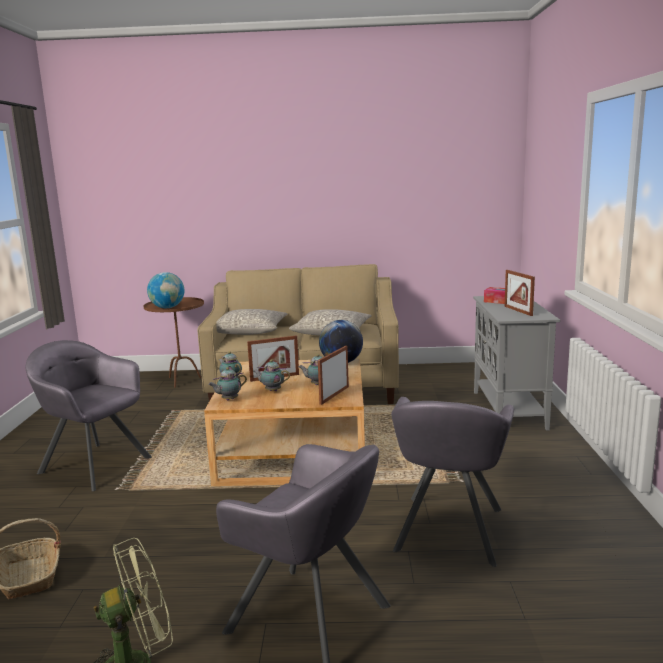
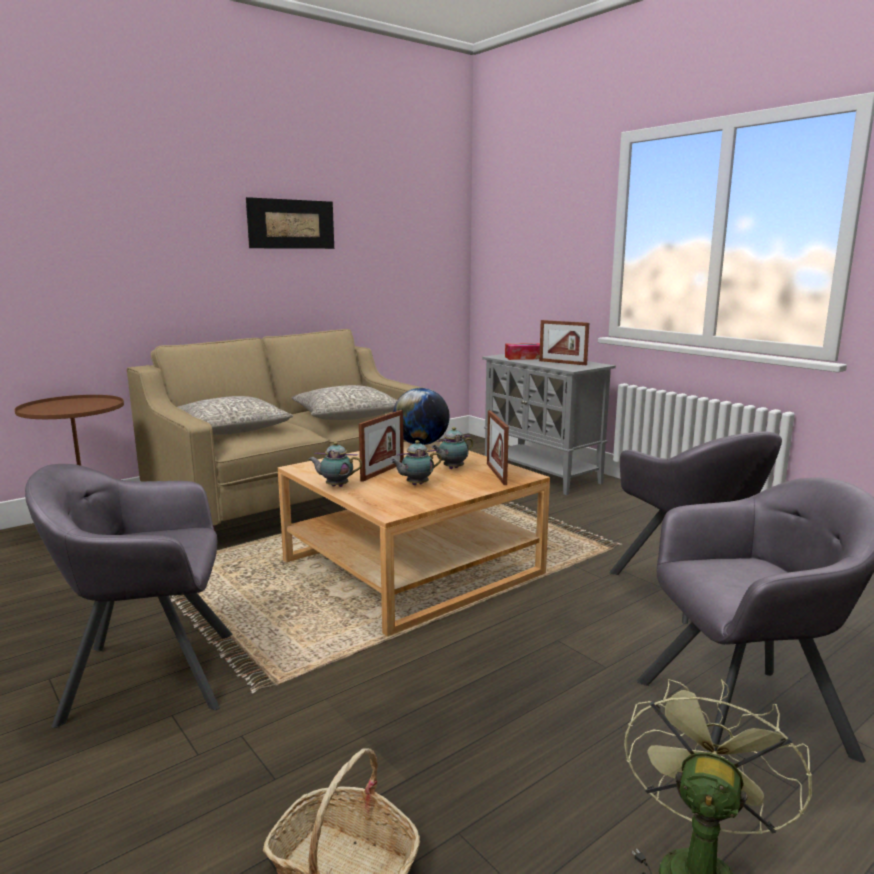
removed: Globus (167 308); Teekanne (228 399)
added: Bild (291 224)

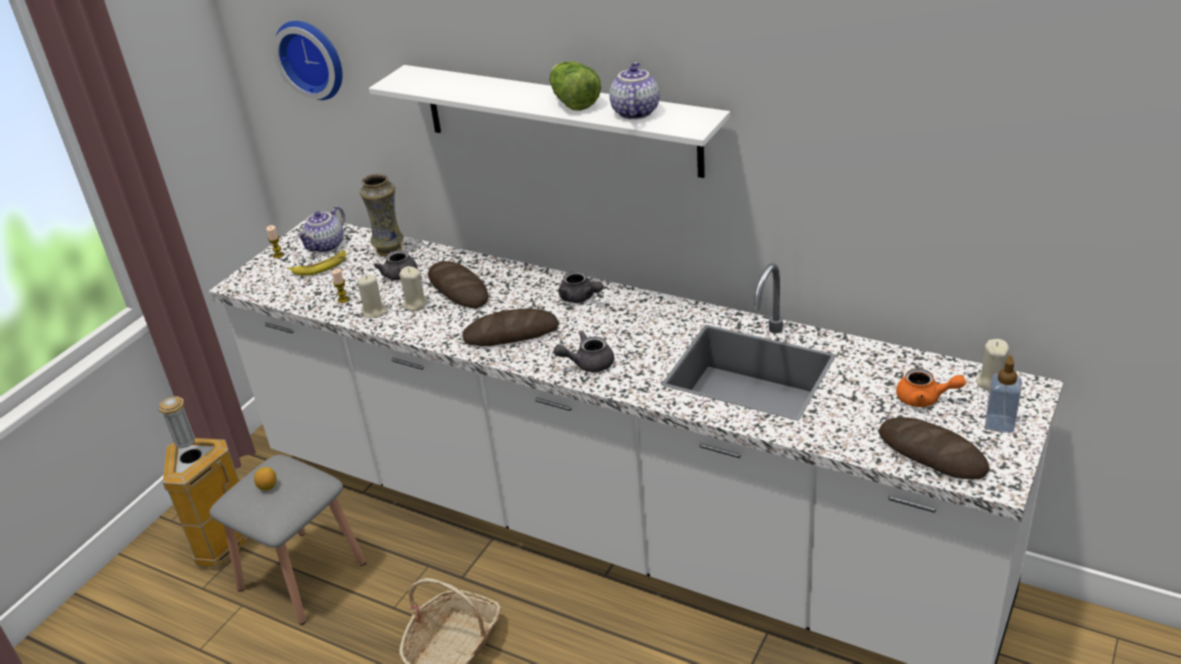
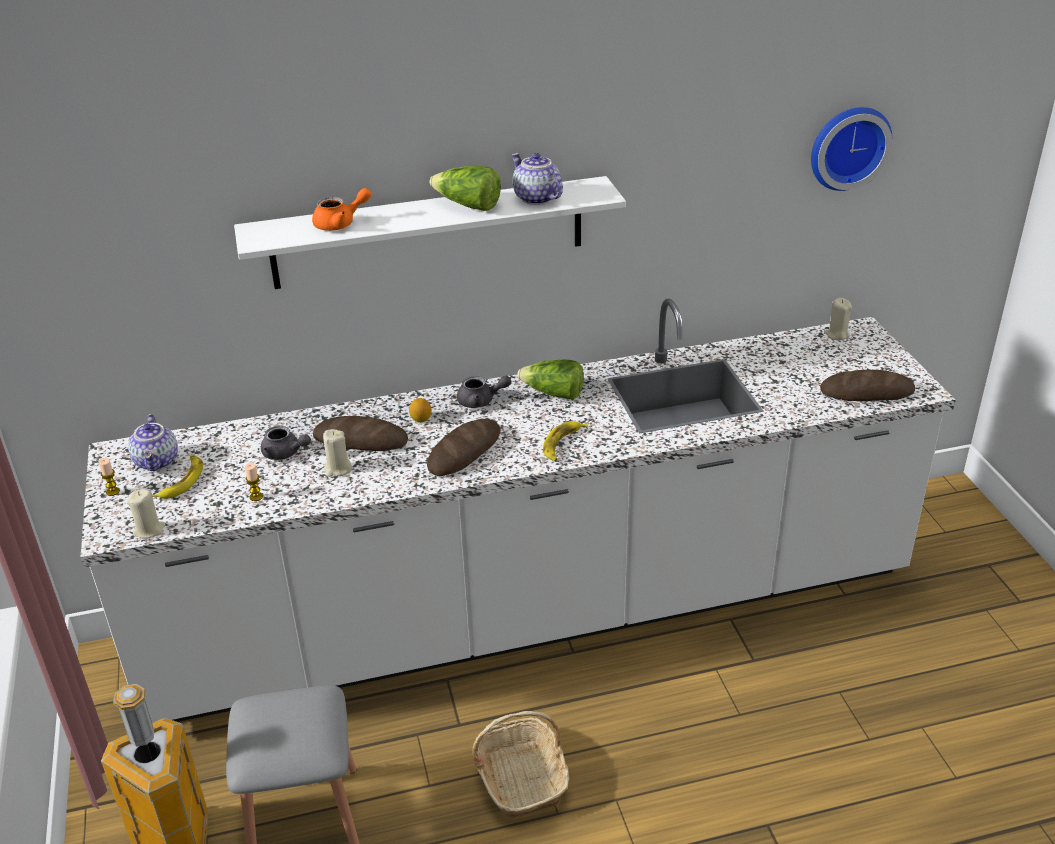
removed: Vase (390 249); Seifenspender (999 423)
added: Salatkopf (553 394)
moved: Zitrone (268 487) to (421 419); Wanduhr (313 58) to (847 146); Kerze/beige (374 311) to (149 530); Teekanne/orange (924 399) to (340 224)
replaced: Teekanne/grau (588 363) to Banane (562 444)

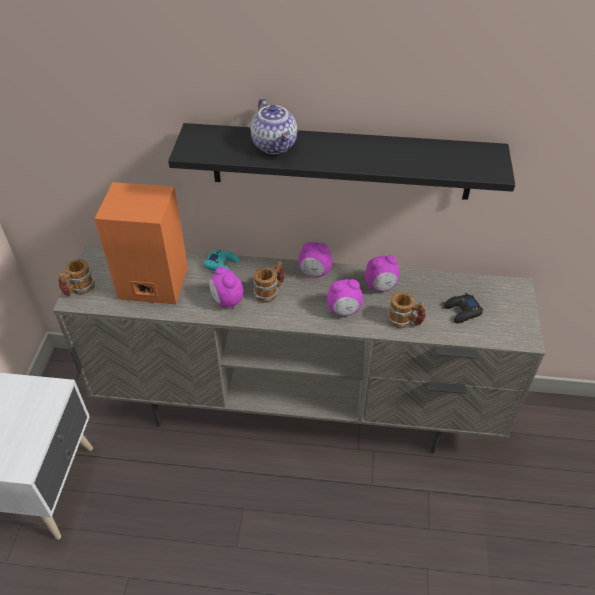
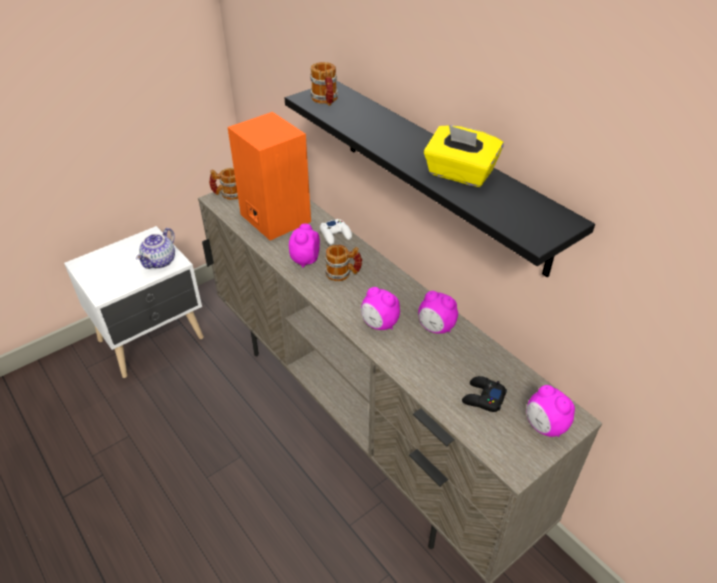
added: Taschentuchbox/gelb (459 174)
moved: Teekanne (275 145) to (160 262); Wecker (314 273) to (544 427); Henkelbecher (404 321) to (326 100)
recoloured: Gamepad/türkis (222 265) to Gamepad/weiß (335 235)

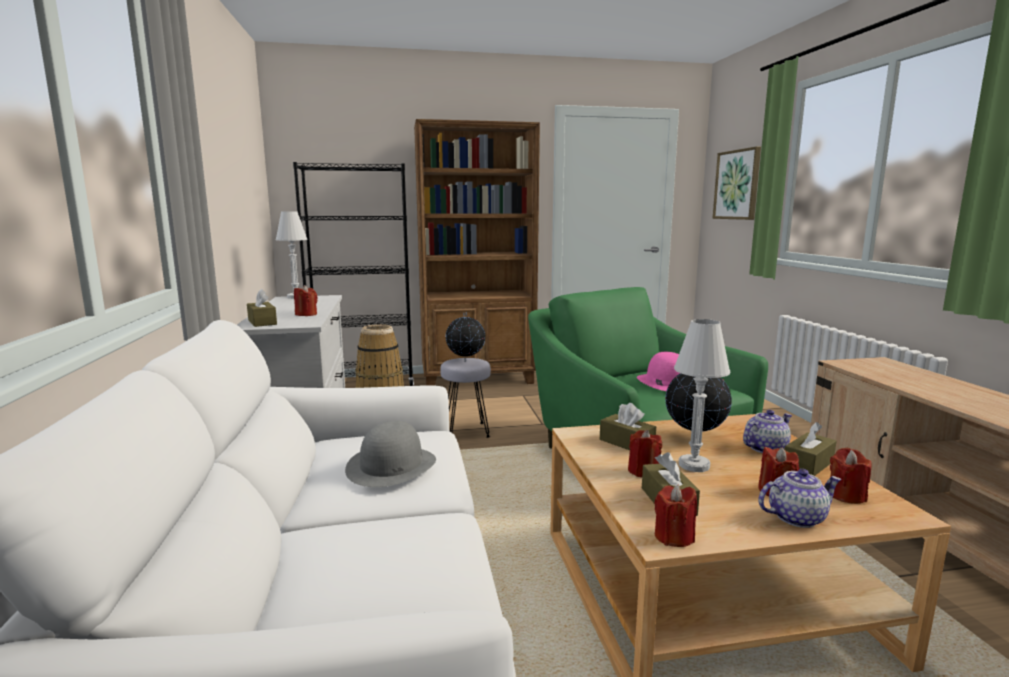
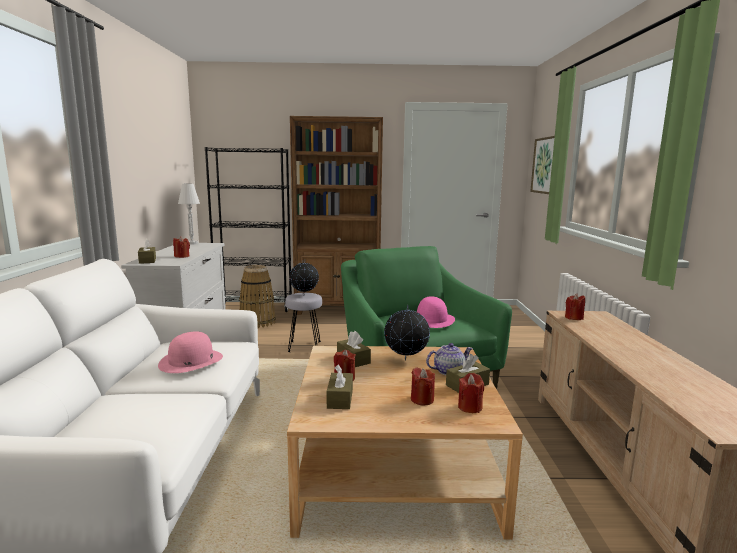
removed: Tischlampe/weiß (694 465); Teekanne (796 517)
moved: Kerze/rot (674 537) to (574 318)
recoloured: Hut/grau (391 466) to Hut/rosa (191 361)

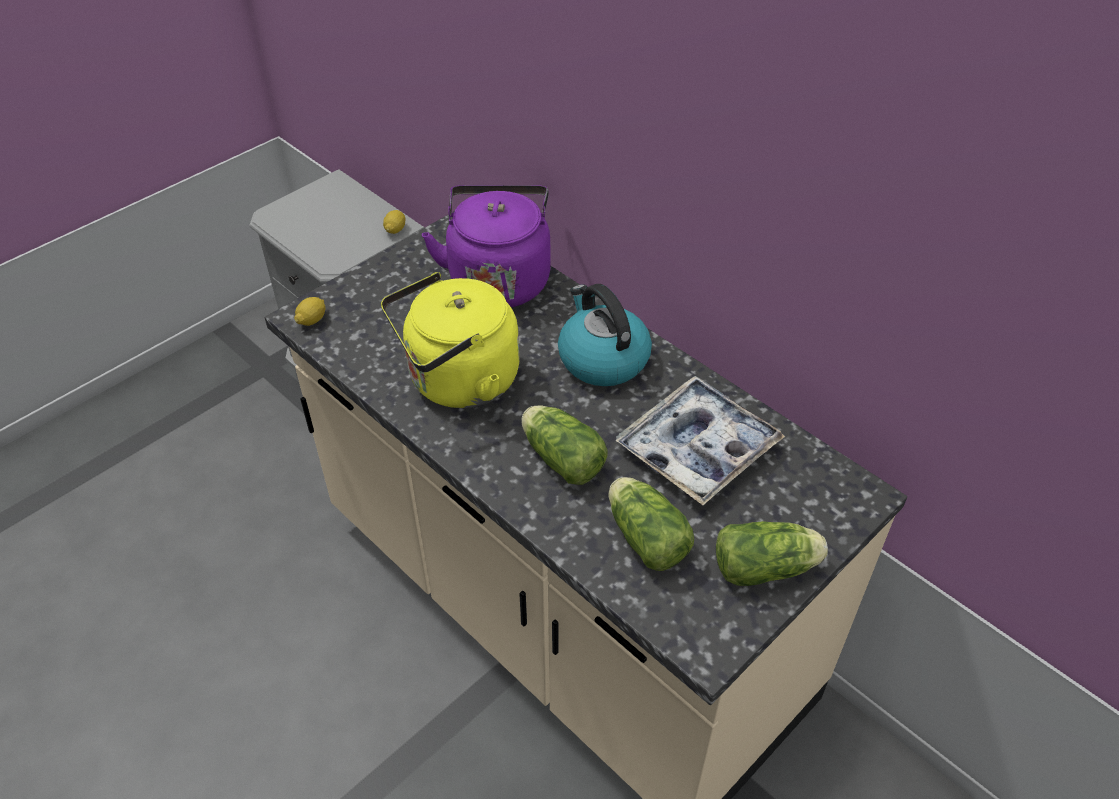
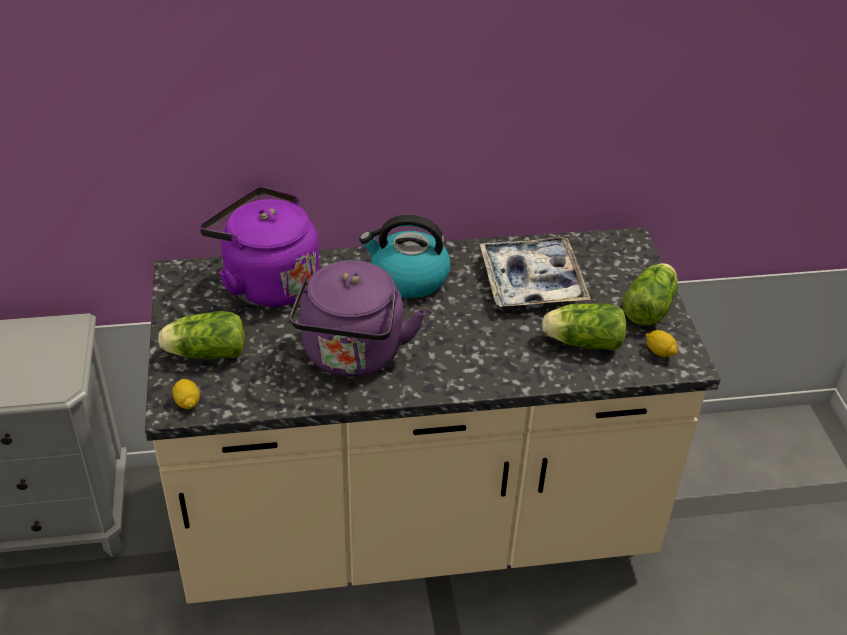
moved: Zitrone (395 230) to (659 352); Salatkopf (560 457) to (204 353)
recoloured: Wasserkessel/gelb (458 382) to Wasserkessel/lila (352 356)

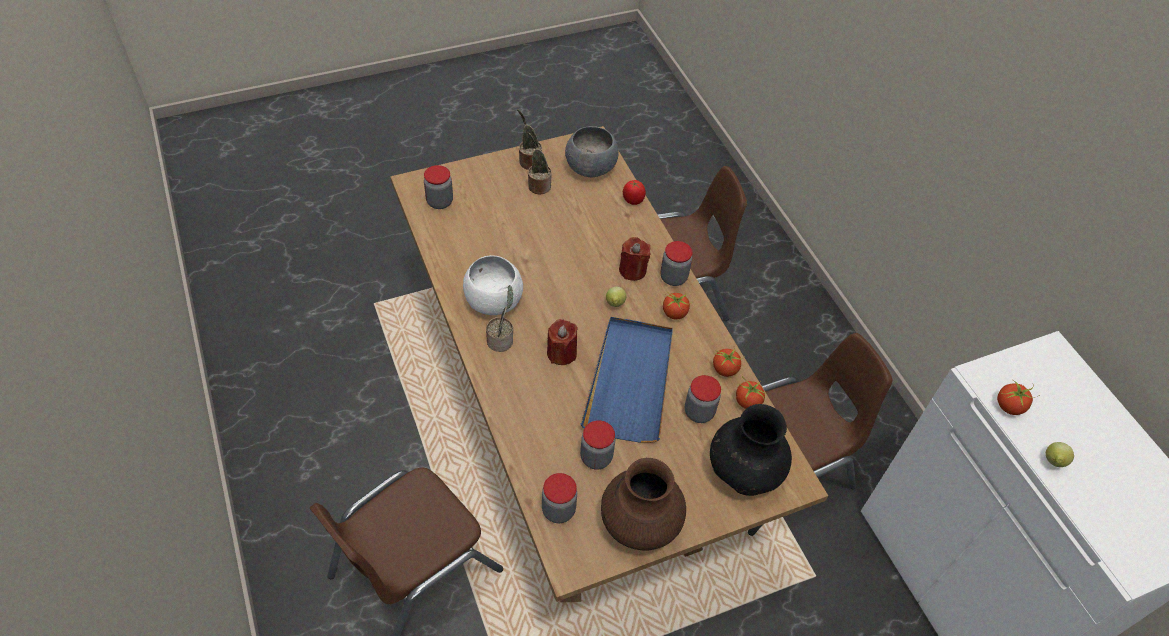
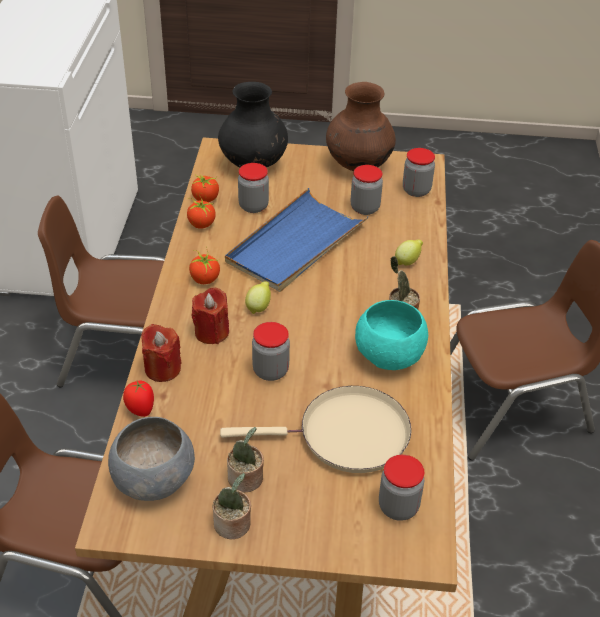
removed: Tomate (1009 406)
added: Pfanne/beige (346 435)
moved: Kerze/rot (561 353) to (162 369); Vorratsglas (673 277) to (270 371); Zitrone (1053 462) to (408 262)
recoloured: Schüssel/weiß (493 301) to Schüssel/türkis (389 355)

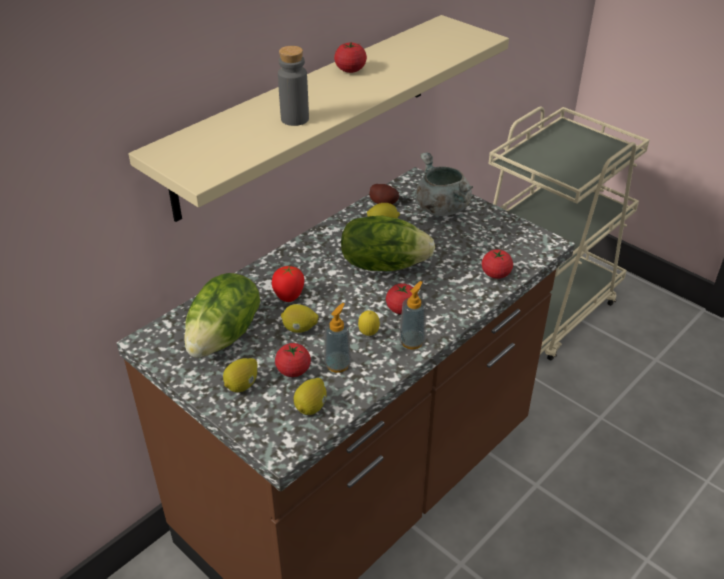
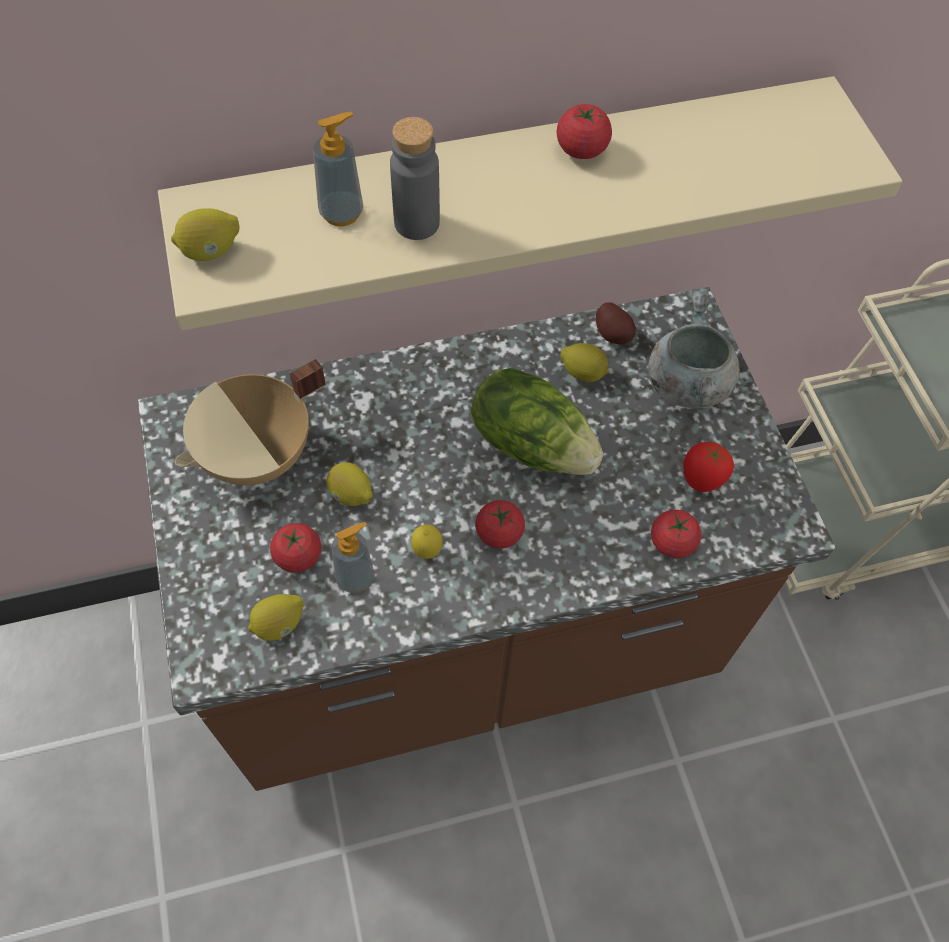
moved: Zitrone (242 385) to (211 251); Tomate (289 298) to (701 481); Seifenspender (412 342) to (341 213)
replaced: Salatkopf (225 336) to Kochtopf/beige (259 457)

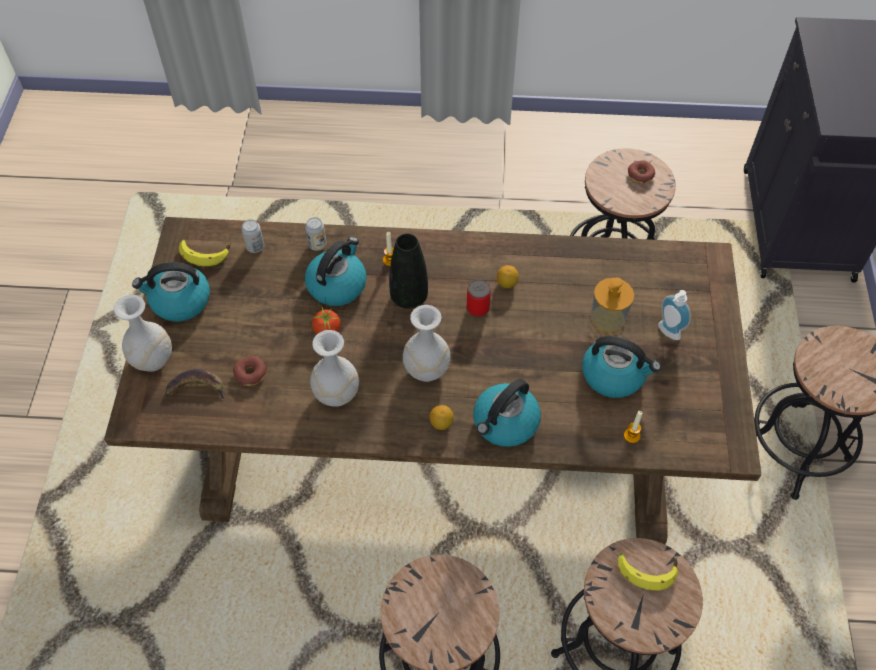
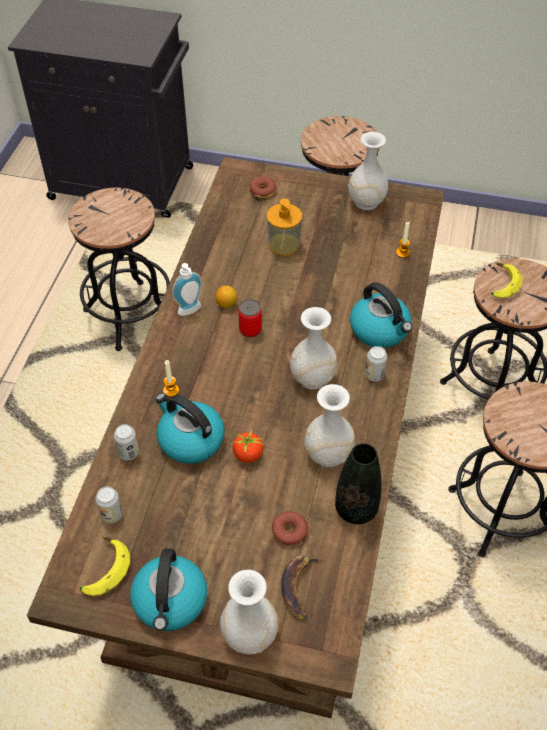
removed: Wasserkessel (614 375)
added: Vase/weiß (366 202)
moved: Vase/schwarz (409 297) to (356 509); Donut (640 175) to (263 191); Seifenspender (667 333) to (191 311)
replaced: Zitrone (441 423) to Dose (374 375)

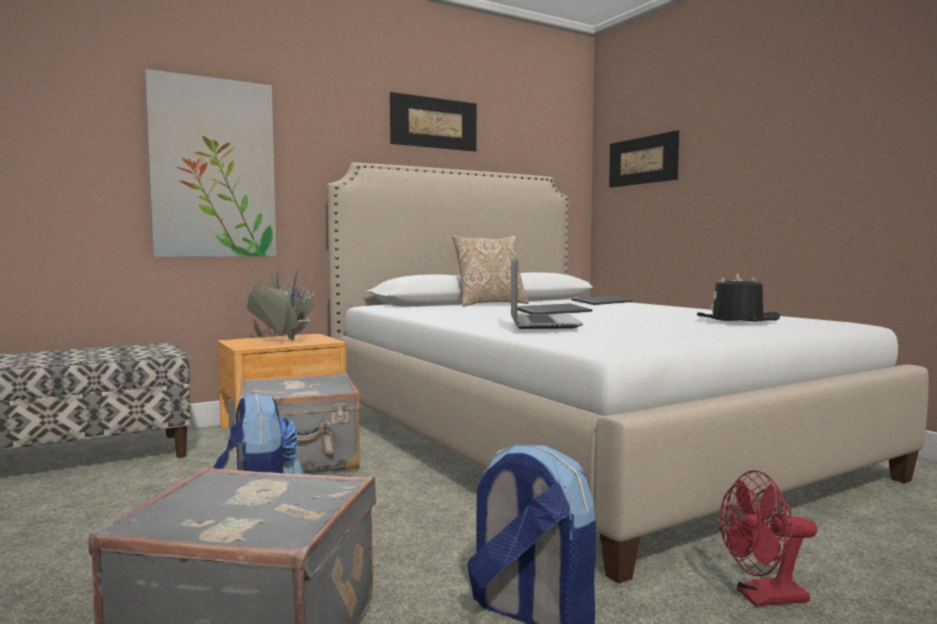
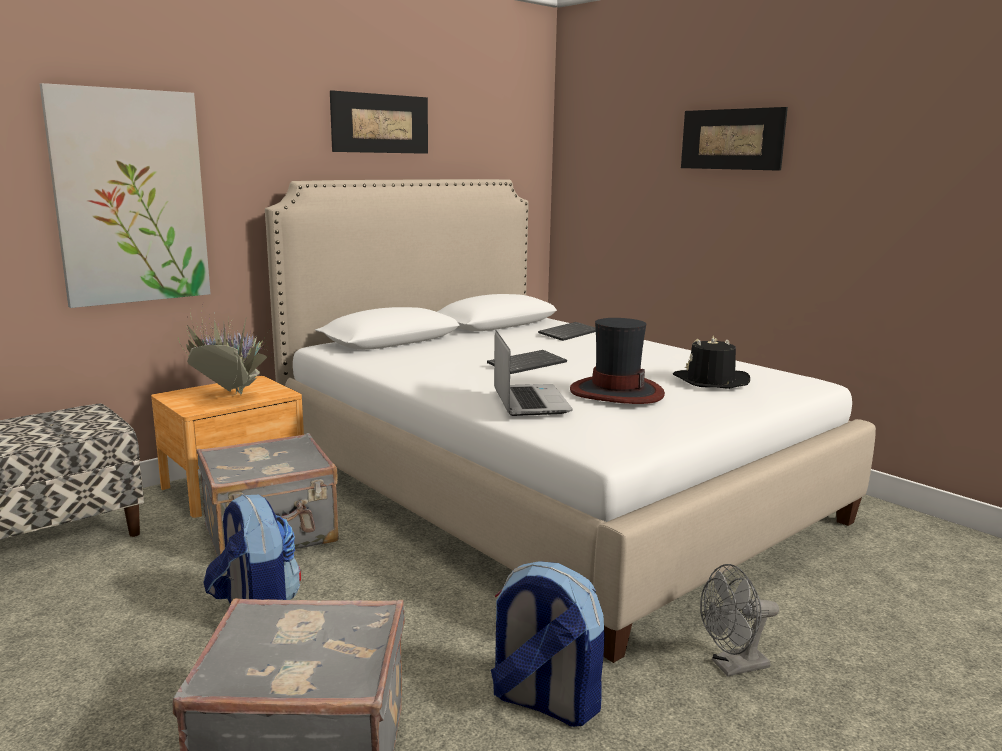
removed: Kissen (489 304)
added: Hut (616 392)
moved: Bild (642 160) to (731 139)
recoloured: Ventilator/rot (763 598) to Ventilator/grau (733 667)

